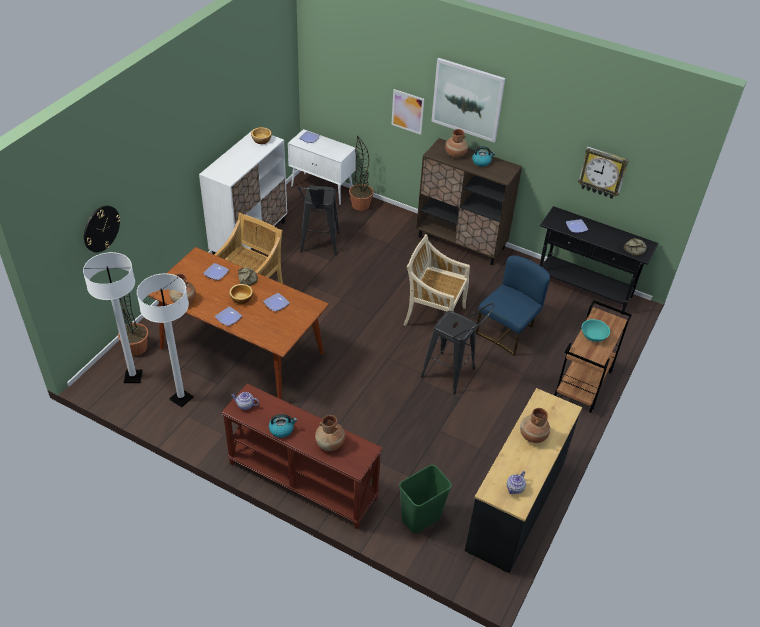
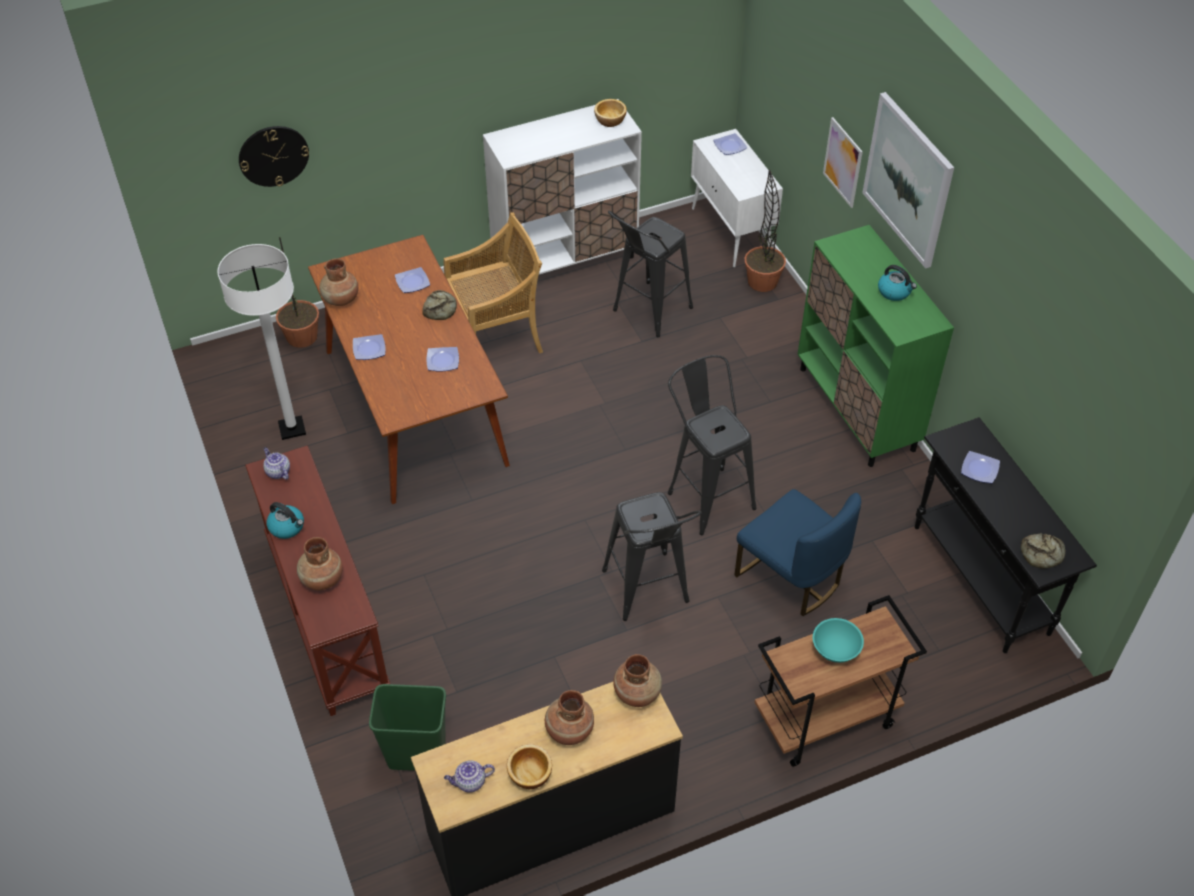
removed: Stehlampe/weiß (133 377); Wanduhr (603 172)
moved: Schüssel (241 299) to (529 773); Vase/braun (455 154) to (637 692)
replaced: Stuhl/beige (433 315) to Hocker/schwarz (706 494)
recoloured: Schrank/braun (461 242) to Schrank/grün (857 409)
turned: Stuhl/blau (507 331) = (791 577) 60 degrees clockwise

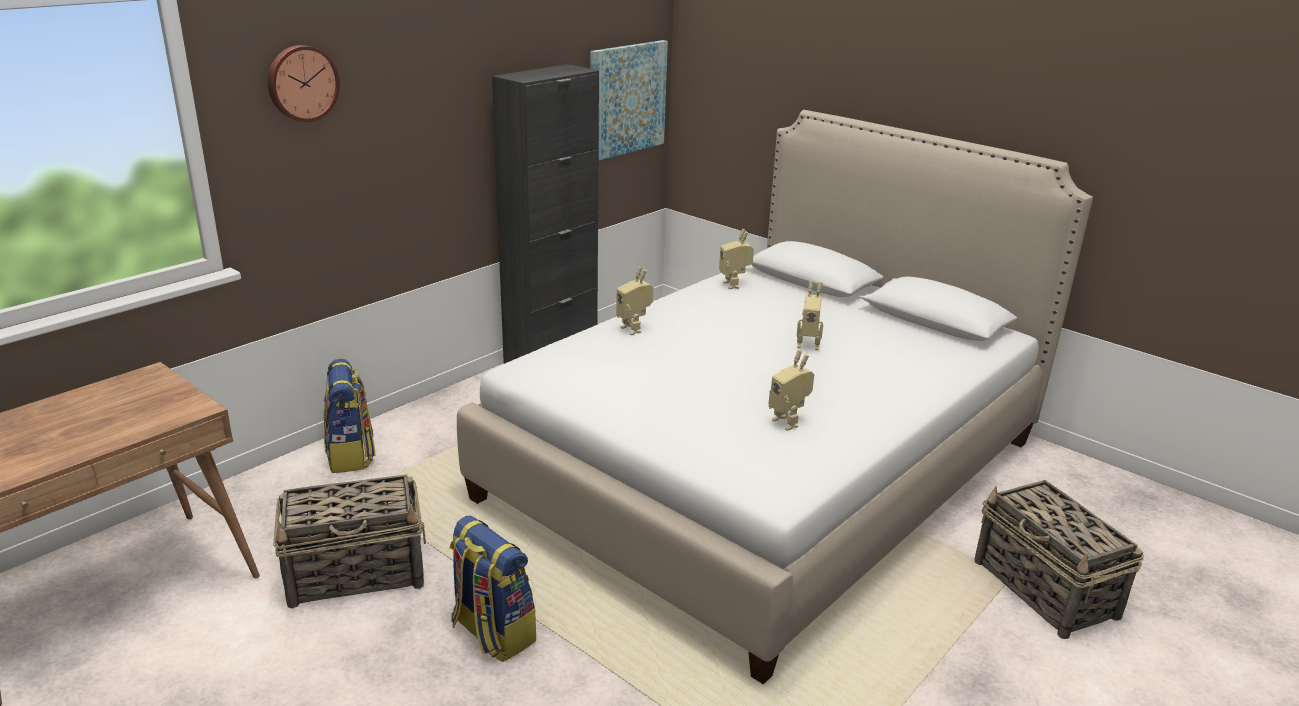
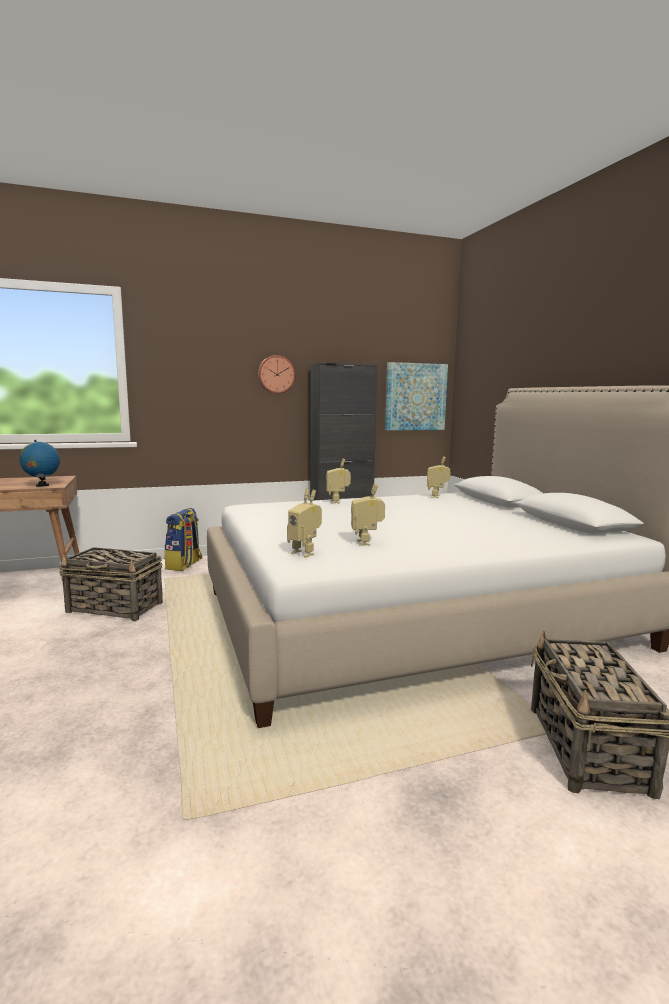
removed: Rucksack (492 633)
added: Globus (42 485)
moved: Wanduhr (302 83) to (276 374); Spielzeugroboter (808 344) to (305 553)

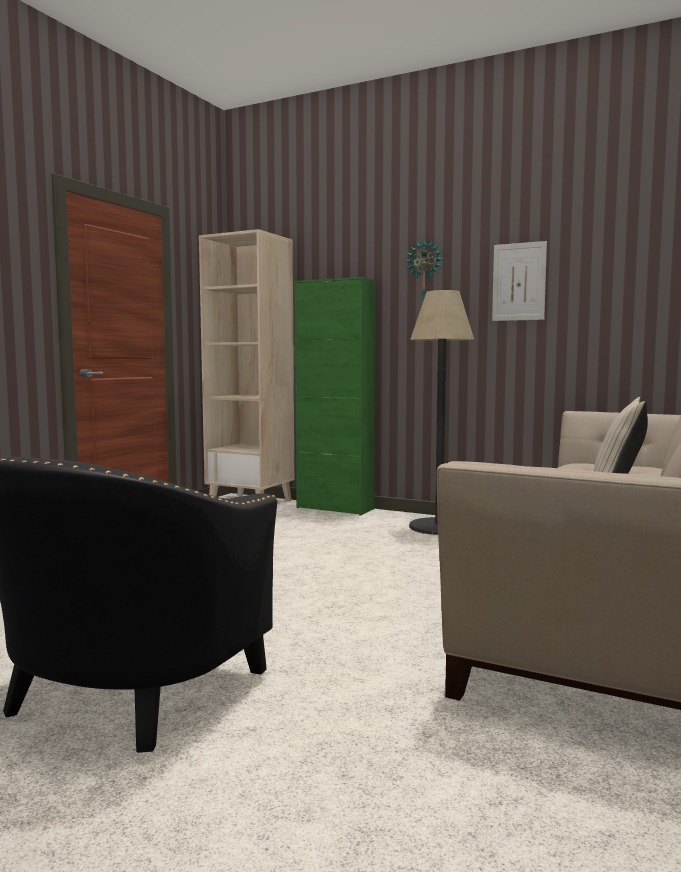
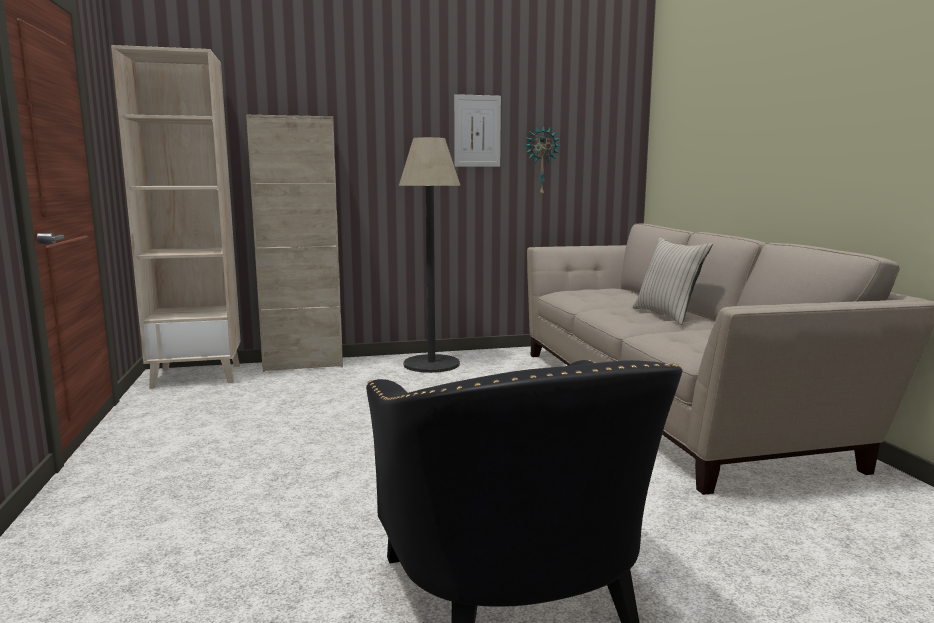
moved: Wanduhr (425 277) to (541 161)
recoloured: Schrank/grün (335 508) to Schrank/beige (303 364)

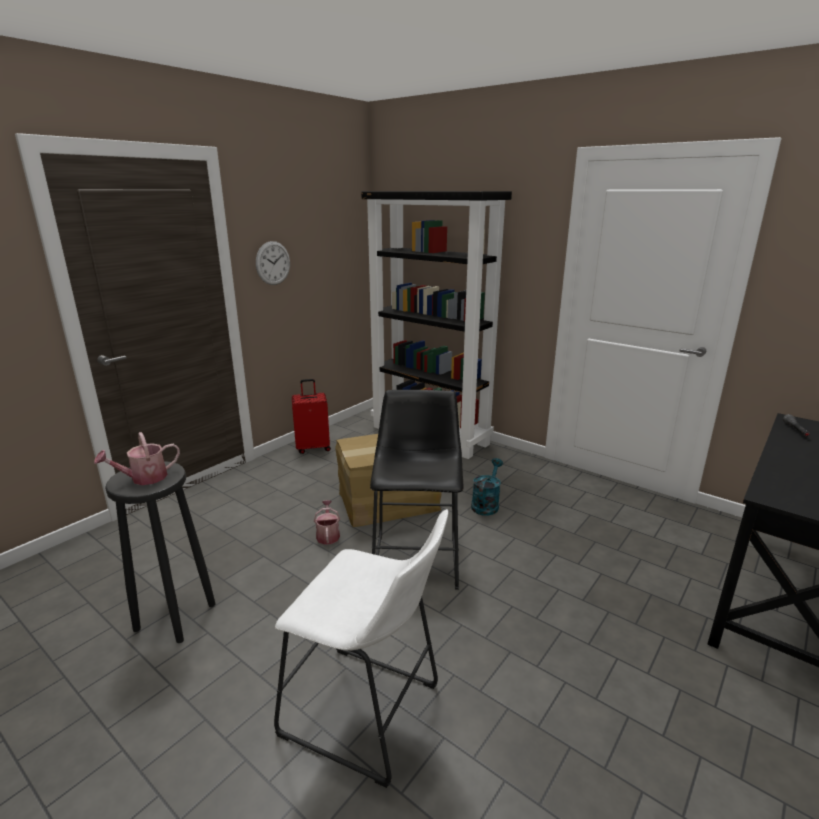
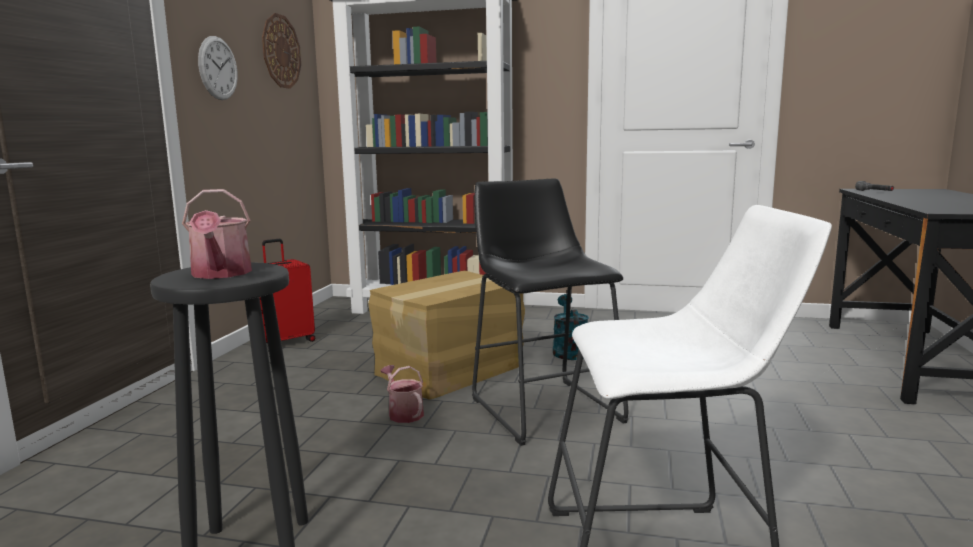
added: Wanduhr (281 51)
turned: Gießkanne (144 478) = (220 274) 45 degrees counterclockwise

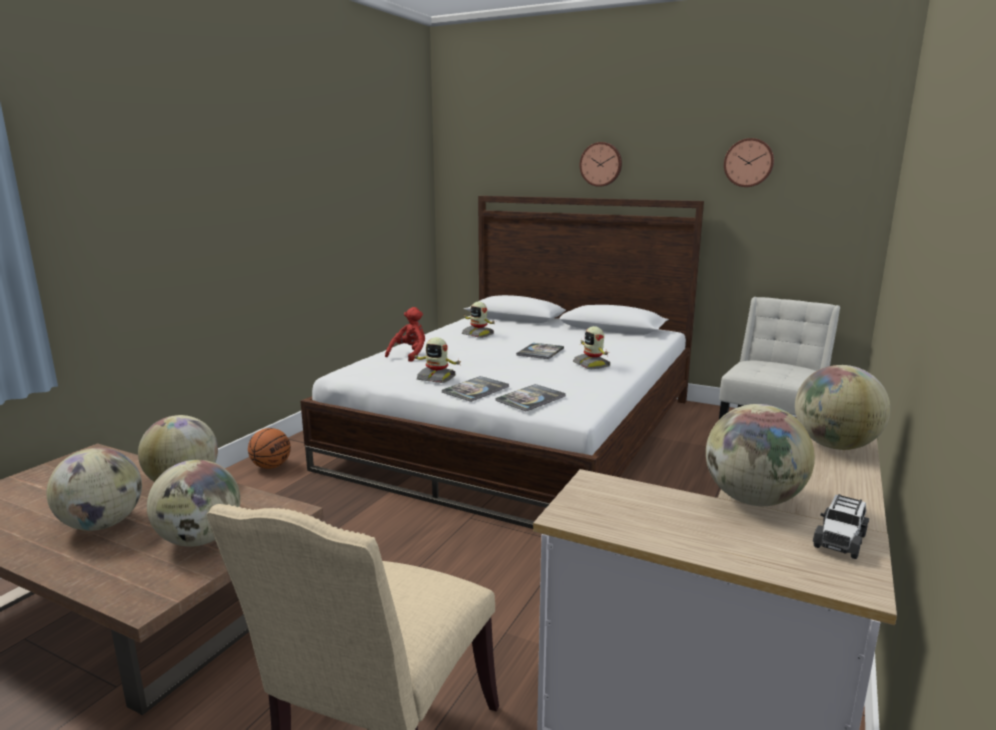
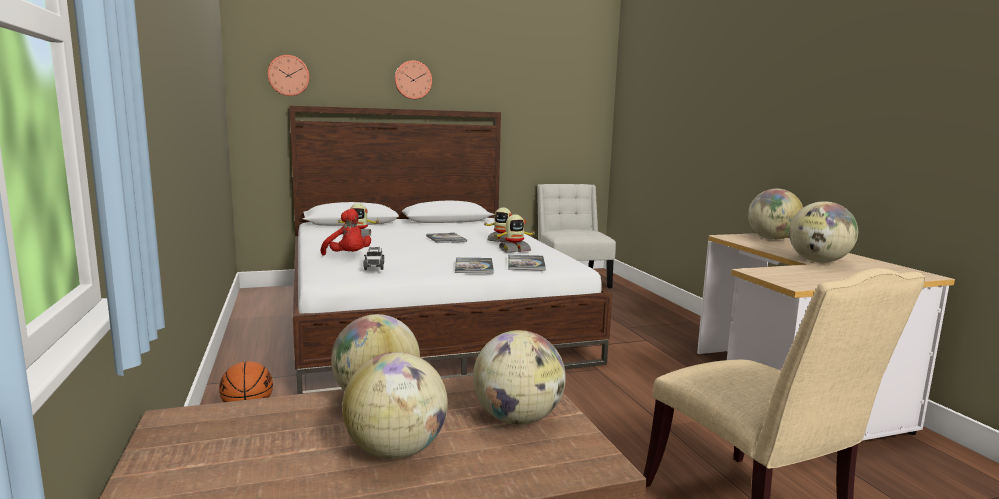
moved: Spielzeugroboter (436 378) to (514 250); Wanduhr (748 162) to (288 75); Spielzeugauto (840 540) to (374 266)
turned: Plüschtier/rot (410 355) = (348 256) 150 degrees clockwise

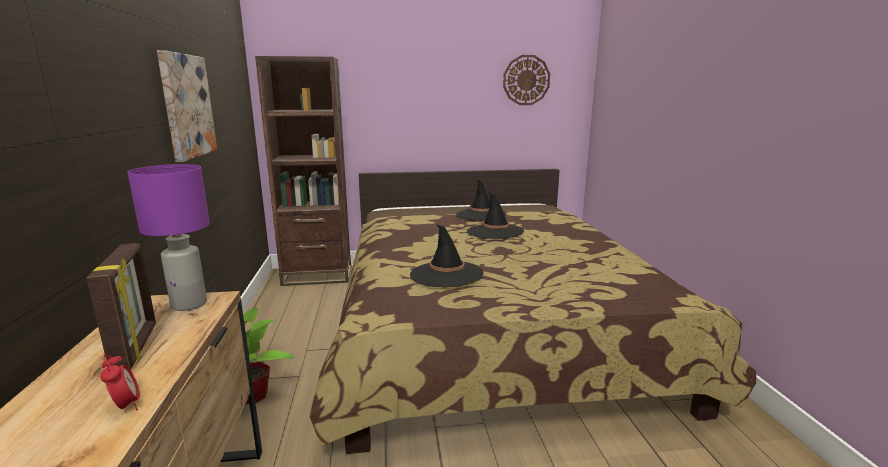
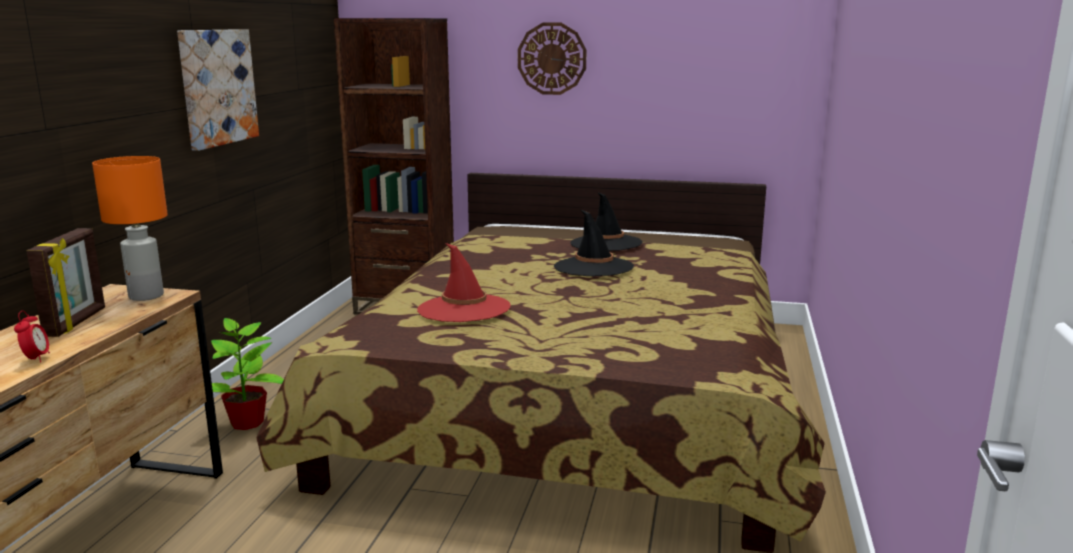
moved: Wanduhr (526 80) to (552 58)
recoloured: Tischlampe/lila (189 304) to Tischlampe/orange (146 296); Hut/schwarz (446 274) to Hut/rot (464 309)

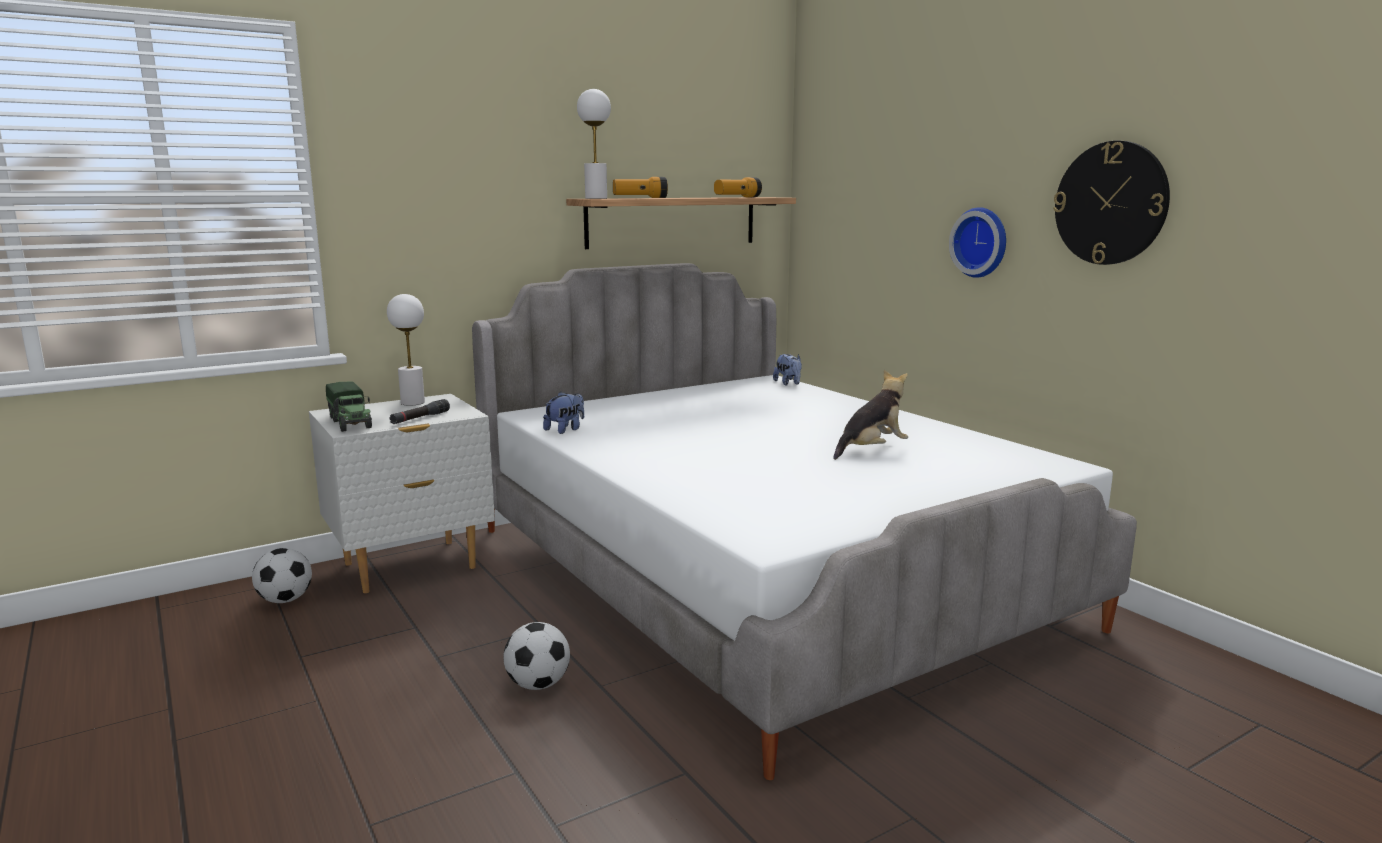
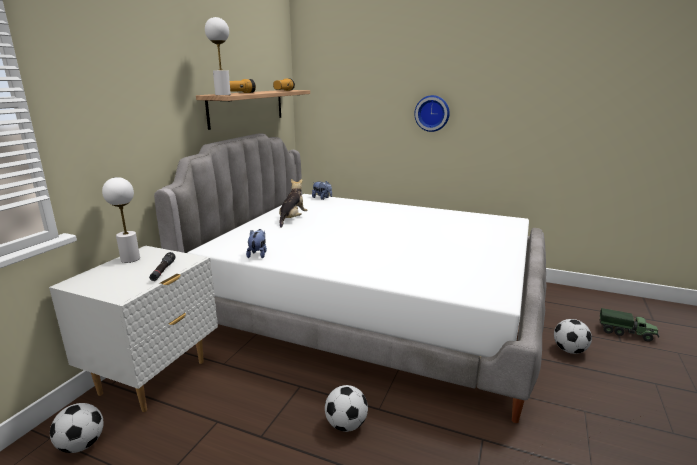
removed: Wanduhr (1110 203)
added: Fußball (569 350)
moved: Spielzeuglaster (350 423) to (626 333); Plüschtier (871 450) to (292 219)

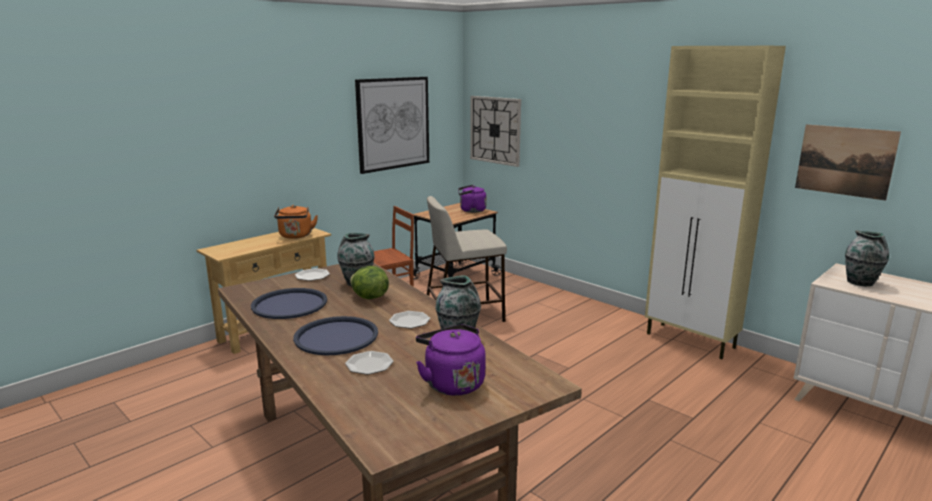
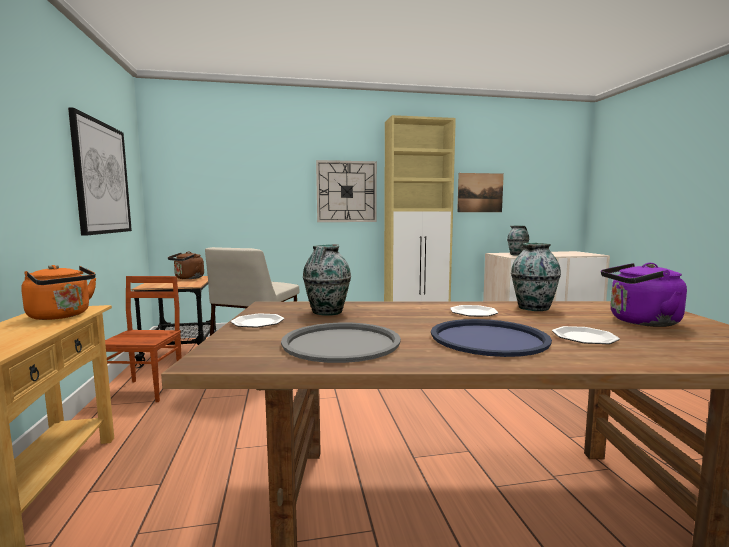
removed: Salatkopf (369 297)
moved: Wanduhr (495 130) to (346 191)
recoloured: Tablett/blau (289 304) to Tablett/grau (341 343); Wasserkessel/lila (471 210) to Wasserkessel/braun (188 278)

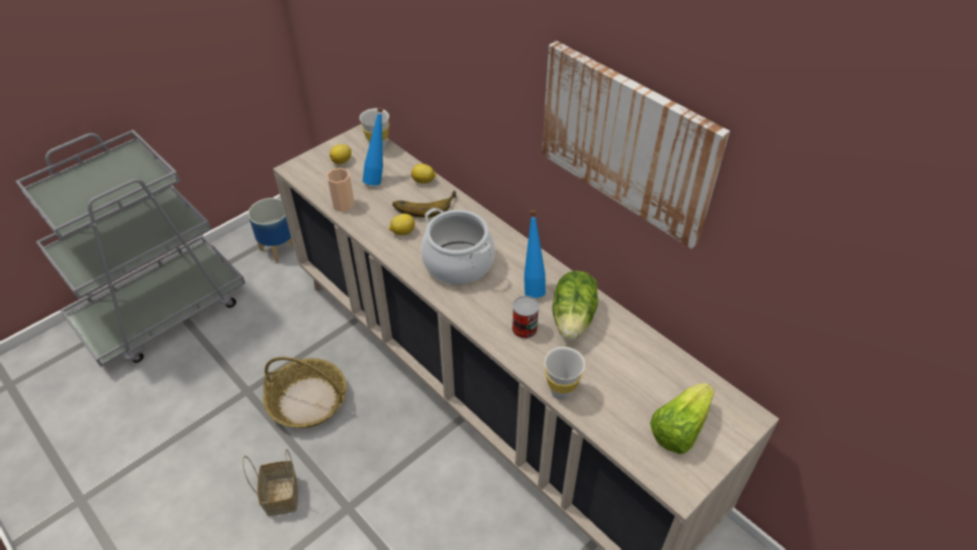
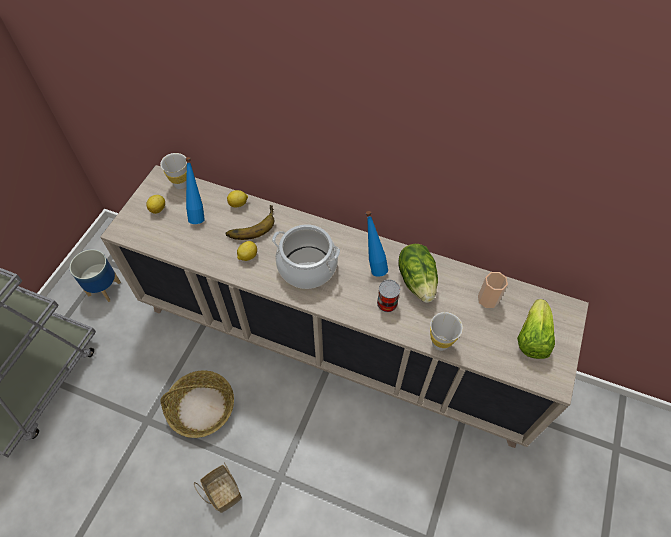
removed: Bild (627 141)
moved: Tasse (343 204) to (488 299)

